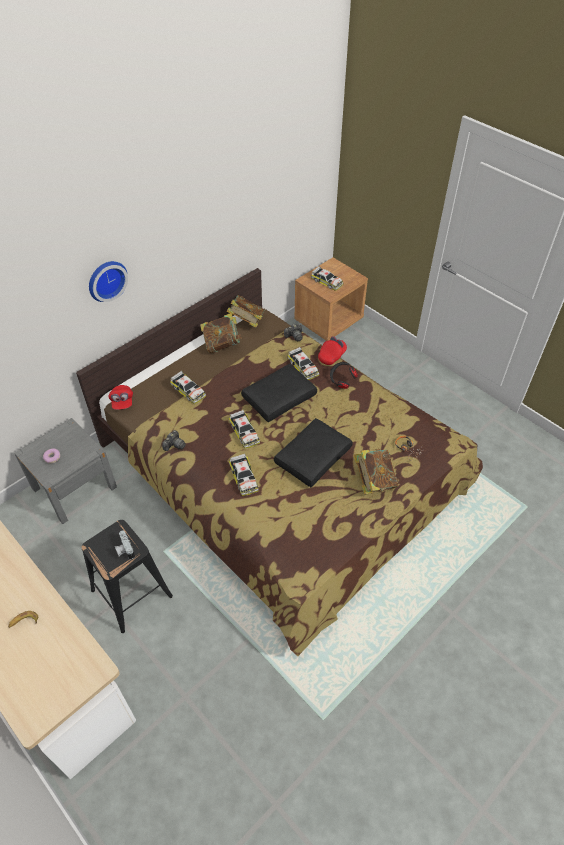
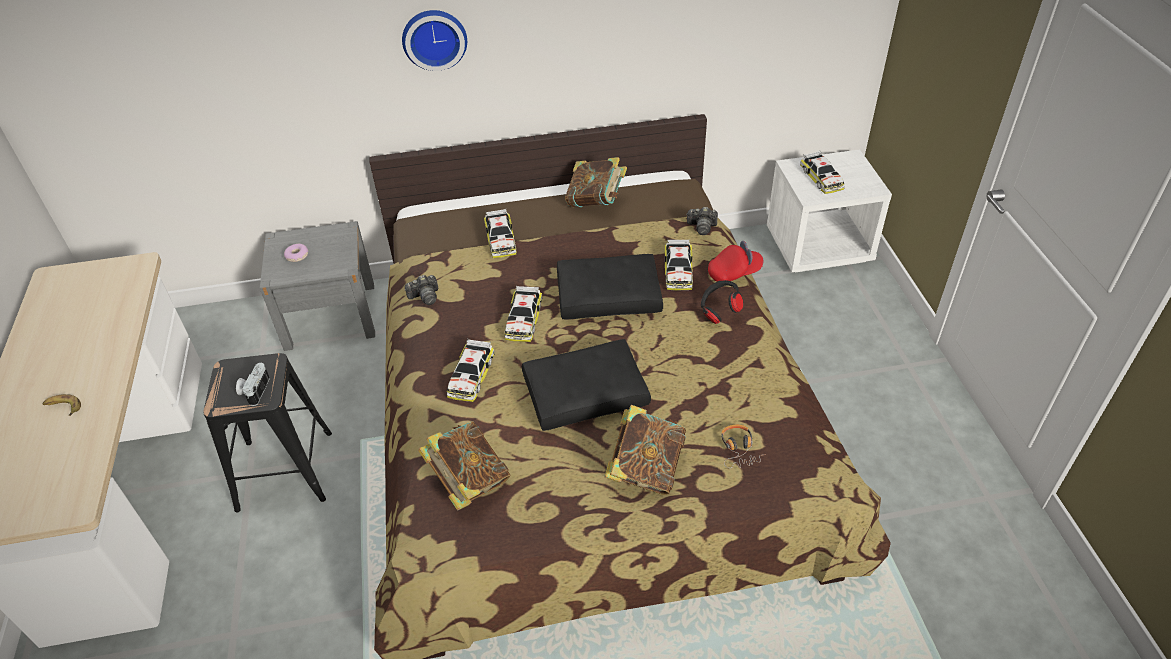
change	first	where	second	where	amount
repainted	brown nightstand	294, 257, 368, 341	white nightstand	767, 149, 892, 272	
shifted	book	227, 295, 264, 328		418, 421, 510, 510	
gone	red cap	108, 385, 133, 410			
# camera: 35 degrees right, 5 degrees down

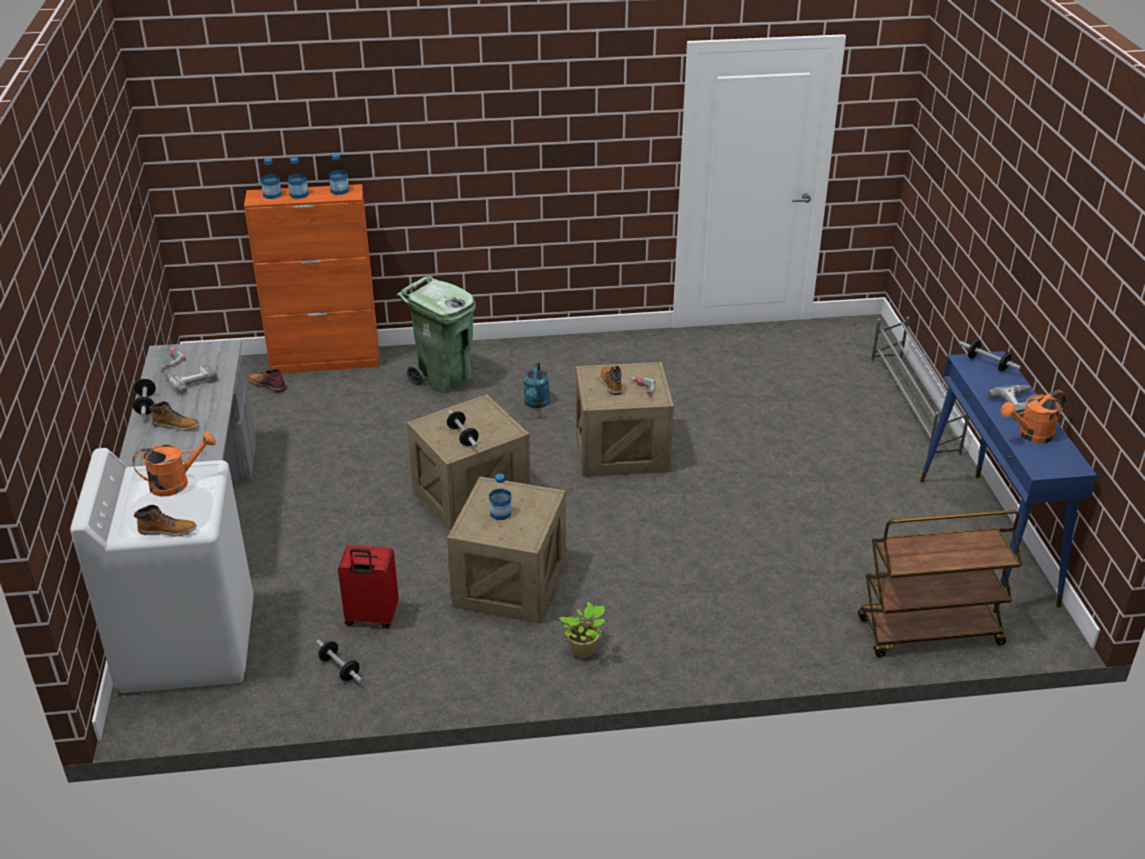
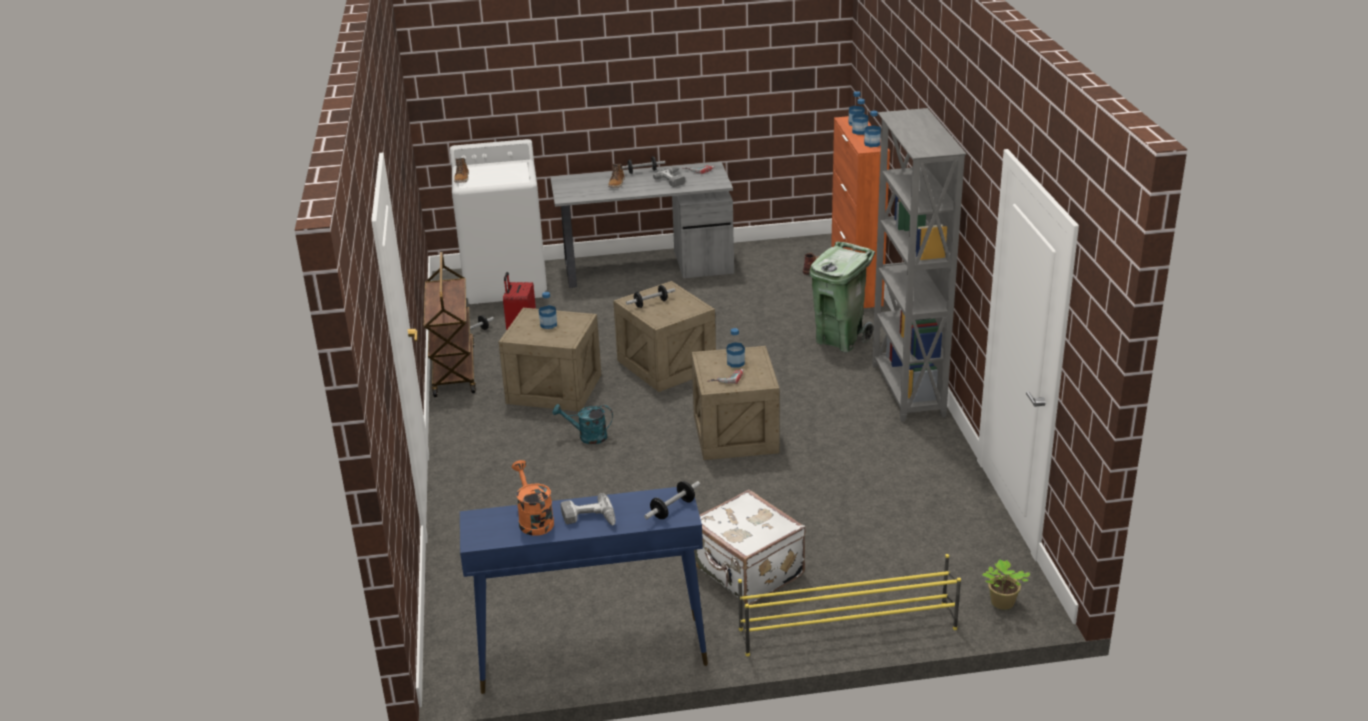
change	first	where	second	where	amount
repainted	grey shoe rack	871, 317, 969, 456	yellow shoe rack	738, 554, 961, 656	
shifted	turquoise watering can	523, 363, 550, 408		553, 404, 613, 444	
swapped	boot	600, 366, 622, 395	bottle	726, 328, 745, 368	
gone	orange watering can	133, 432, 216, 496			
shifted	brown cart	858, 510, 1022, 657		424, 252, 476, 397	
shifted	potted plant	559, 602, 605, 658		982, 559, 1030, 610	
new			grey bookcase	872, 108, 967, 422	
new			white suitcase	694, 489, 805, 605	
# camera: 90 degrees right, 5 degrees down

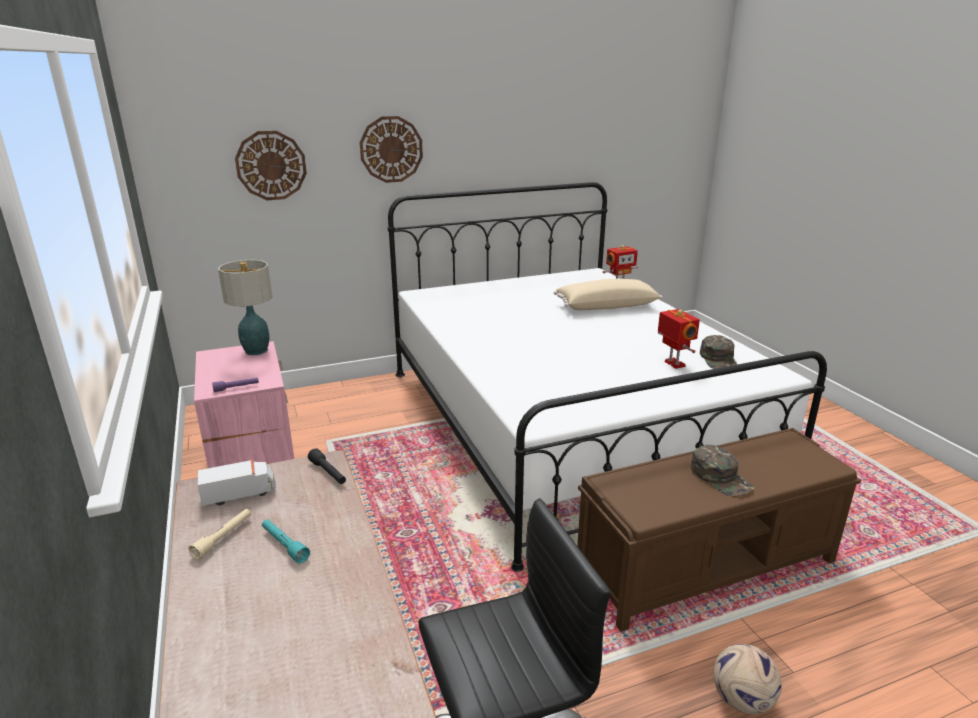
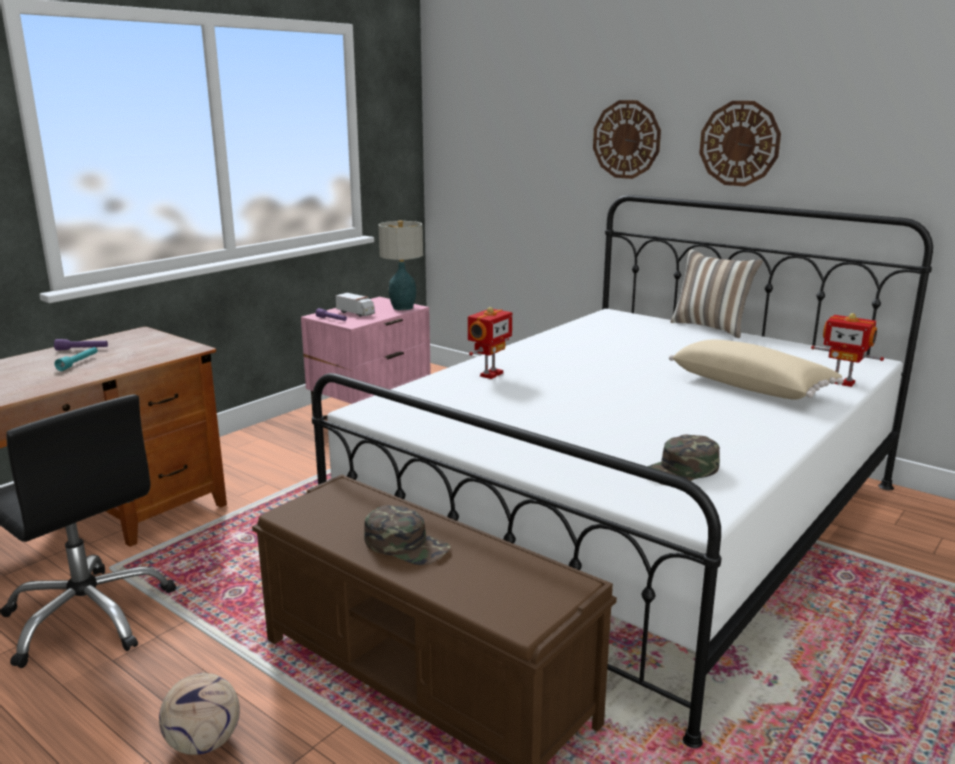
change	first	where	second	where	amount
shifted	wall clock	235, 131, 307, 200		699, 101, 781, 186	
shifted	toy robot	658, 309, 700, 369		468, 307, 512, 379	
rotated	green cap	691, 445, 754, 496		364, 505, 451, 565	90 degrees counterclockwise
gone	black flashlight	308, 448, 346, 484			
shifted	toy truck	198, 459, 276, 506		335, 293, 375, 317	
repainted	beige flashlight	188, 509, 251, 560	purple flashlight	54, 339, 108, 351	
new			pillow	671, 249, 763, 338	
# camera: 60 degrees right, 5 degrees down

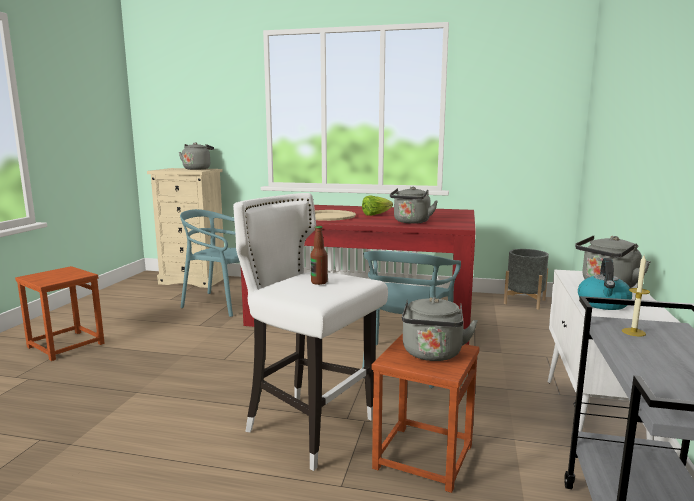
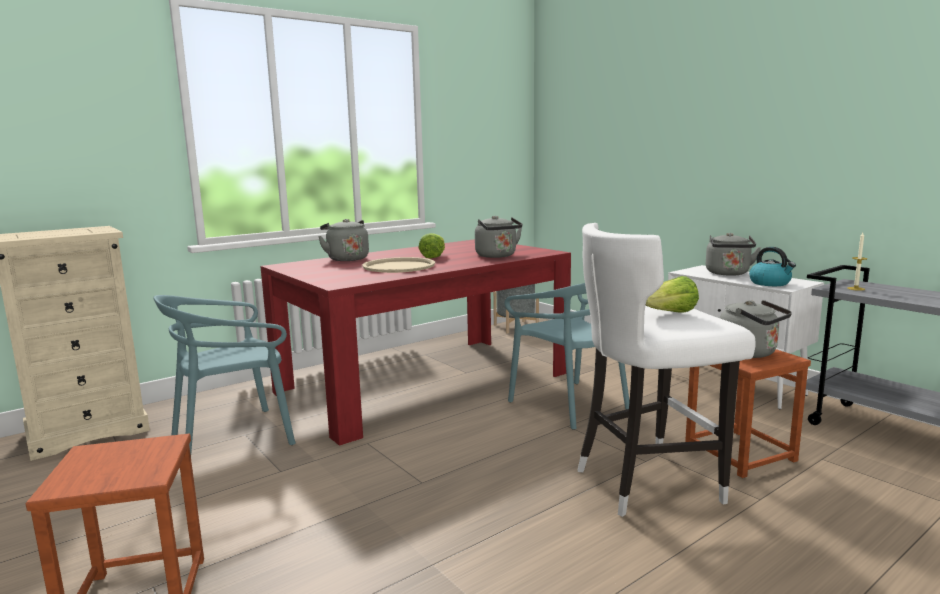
change	first	where	second	where	amount
shifted	grey kettle	179, 142, 214, 170		318, 219, 369, 261	
swapped	bottle	311, 226, 328, 285	lettuce	646, 276, 699, 313	
# camera: 50 degrees left, 0 degrees up

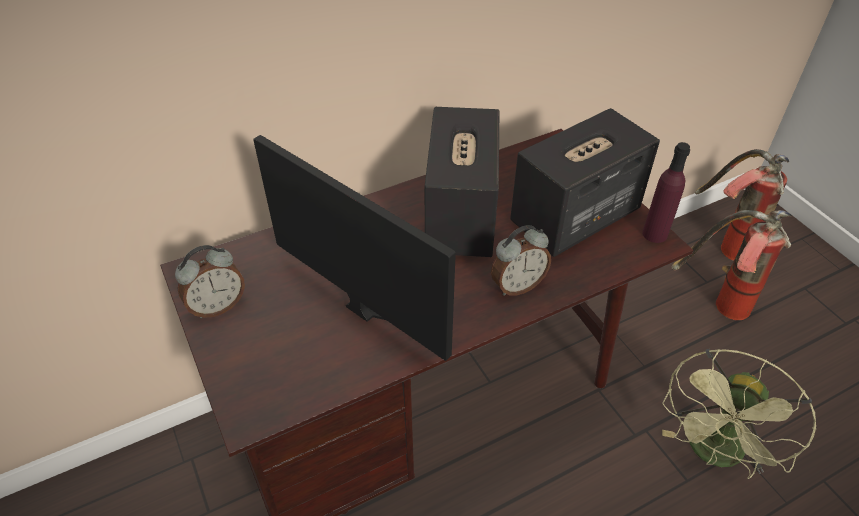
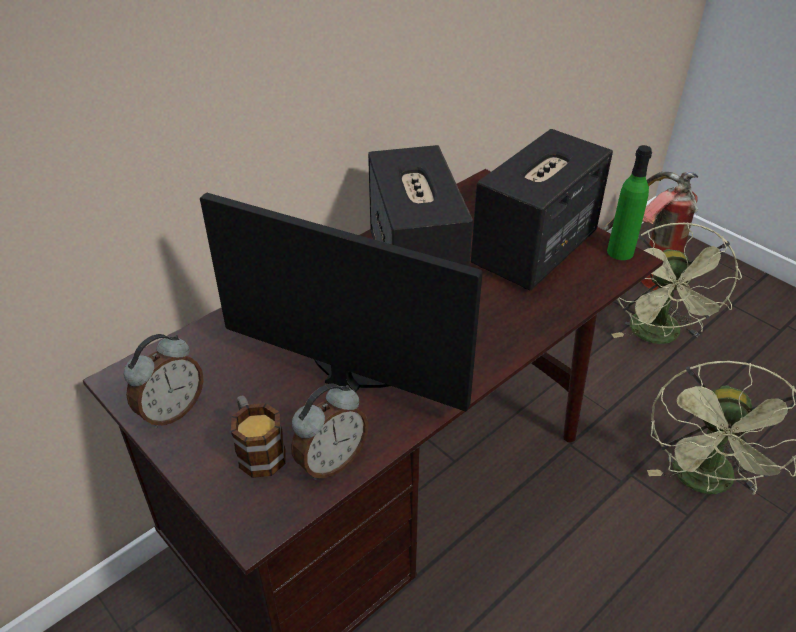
change	first	where	second	where	amount
repainted	purple bottle	642, 142, 690, 243	green bottle	607, 145, 652, 260	
swapped	fire extinguisher	672, 210, 792, 320	green fan	611, 222, 742, 344	
shifted	alarm clock	491, 225, 551, 296		291, 384, 368, 480	
new			mug	231, 395, 285, 478	
# camera: 15 degrees left, 5 degrees down

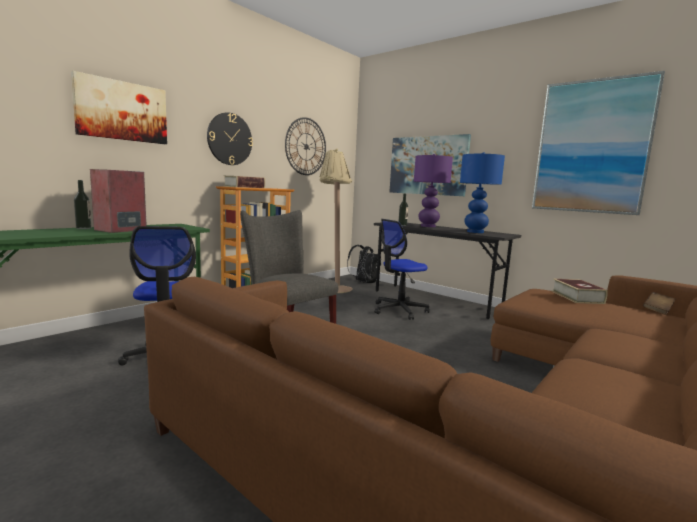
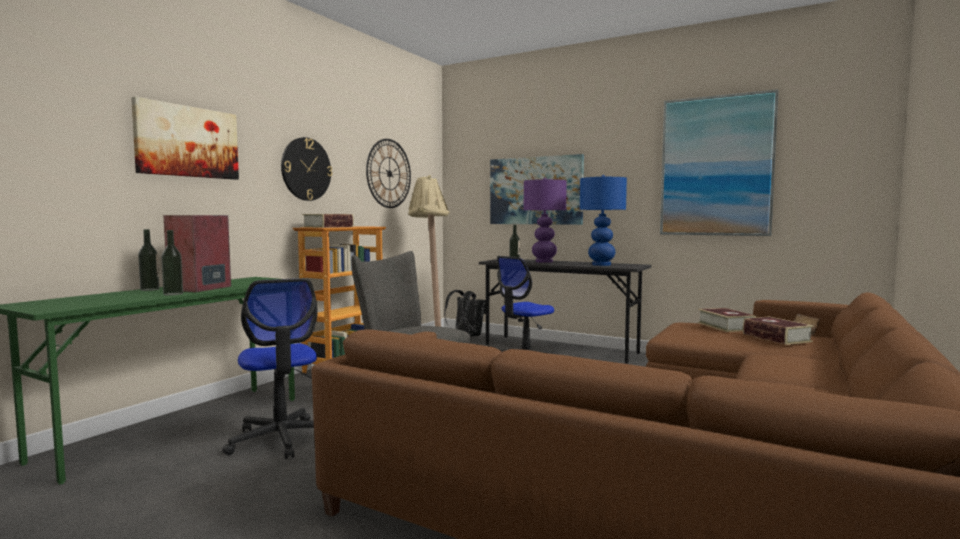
change	first	where	second	where	amount
new			bottle	161, 230, 183, 295	
new			book	743, 316, 814, 345	
# camera: 10 degrees left, 5 degrees down

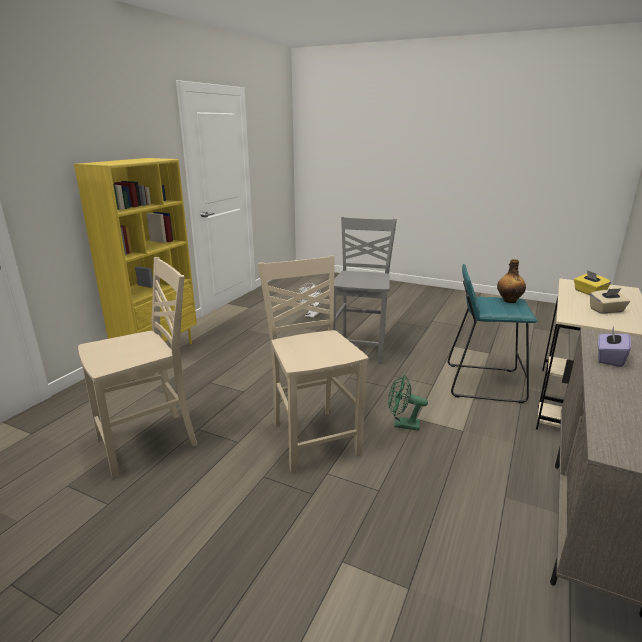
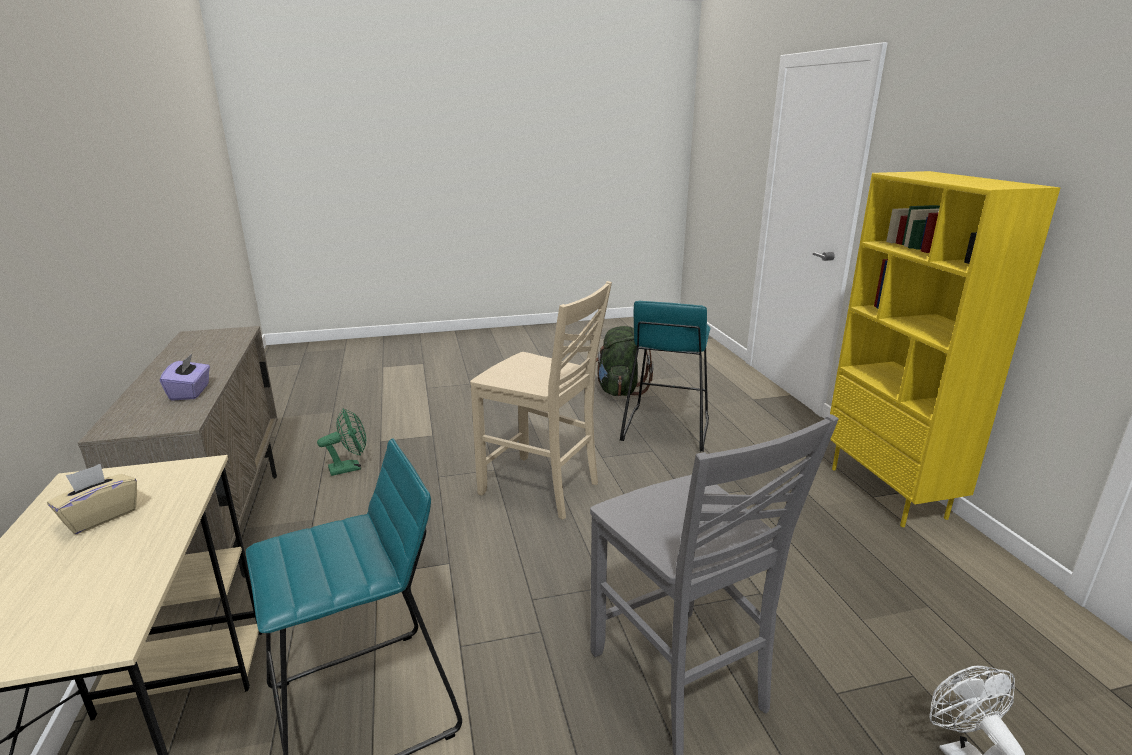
change	first	where	second	where	amount
swapped	beige chair	78, 257, 197, 478	turquoise stool	620, 301, 710, 452	
gone	bottle	497, 259, 526, 303			
gone	yellow tissue box	574, 270, 611, 295			
shifted	green fan	388, 375, 428, 431		317, 408, 366, 476	
new			green backpack	596, 326, 654, 396	
# camera: 140 degrees right, 0 degrees up

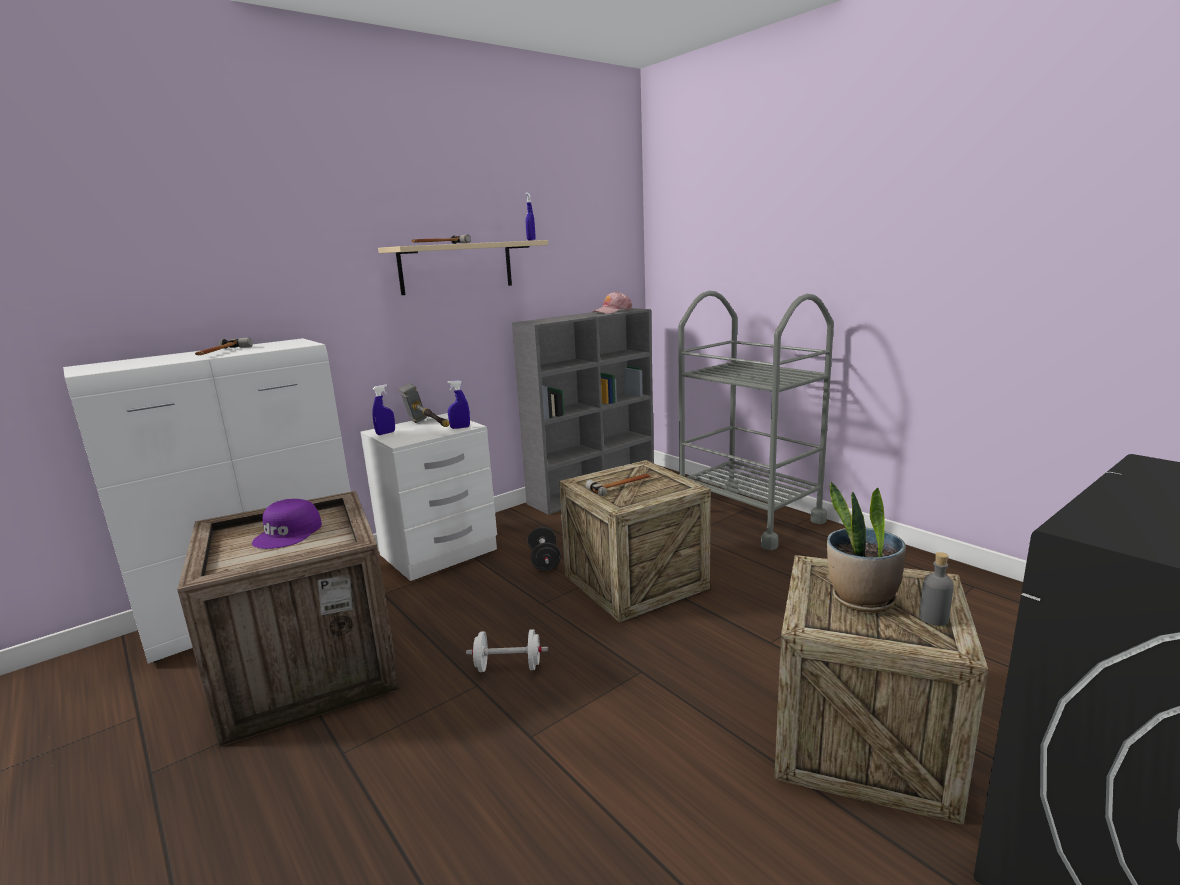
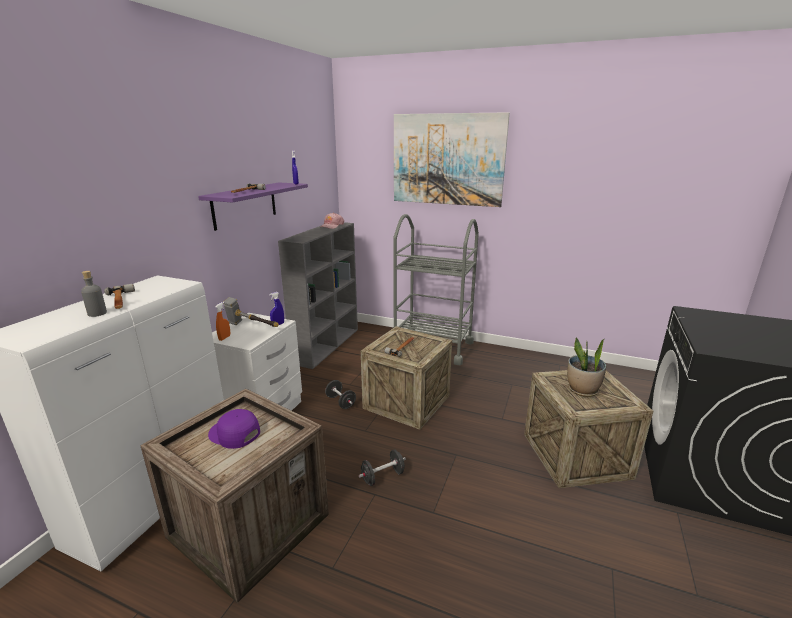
change	first	where	second	where	amount
repainted	beige shelf	378, 240, 548, 295	purple shelf	198, 183, 308, 231	
repainted	blue spray bottle	372, 384, 395, 435	orange spray bottle	215, 302, 230, 341	
rotated	purple cap	252, 499, 322, 549		208, 409, 260, 449	135 degrees clockwise
shifted	grey bottle	919, 552, 954, 626		81, 271, 107, 317	
repainted	white dumbbell	466, 629, 548, 672	black dumbbell	359, 449, 406, 486	
new			picture	394, 112, 510, 207	
# camera: 30 degrees left, 5 degrees up

